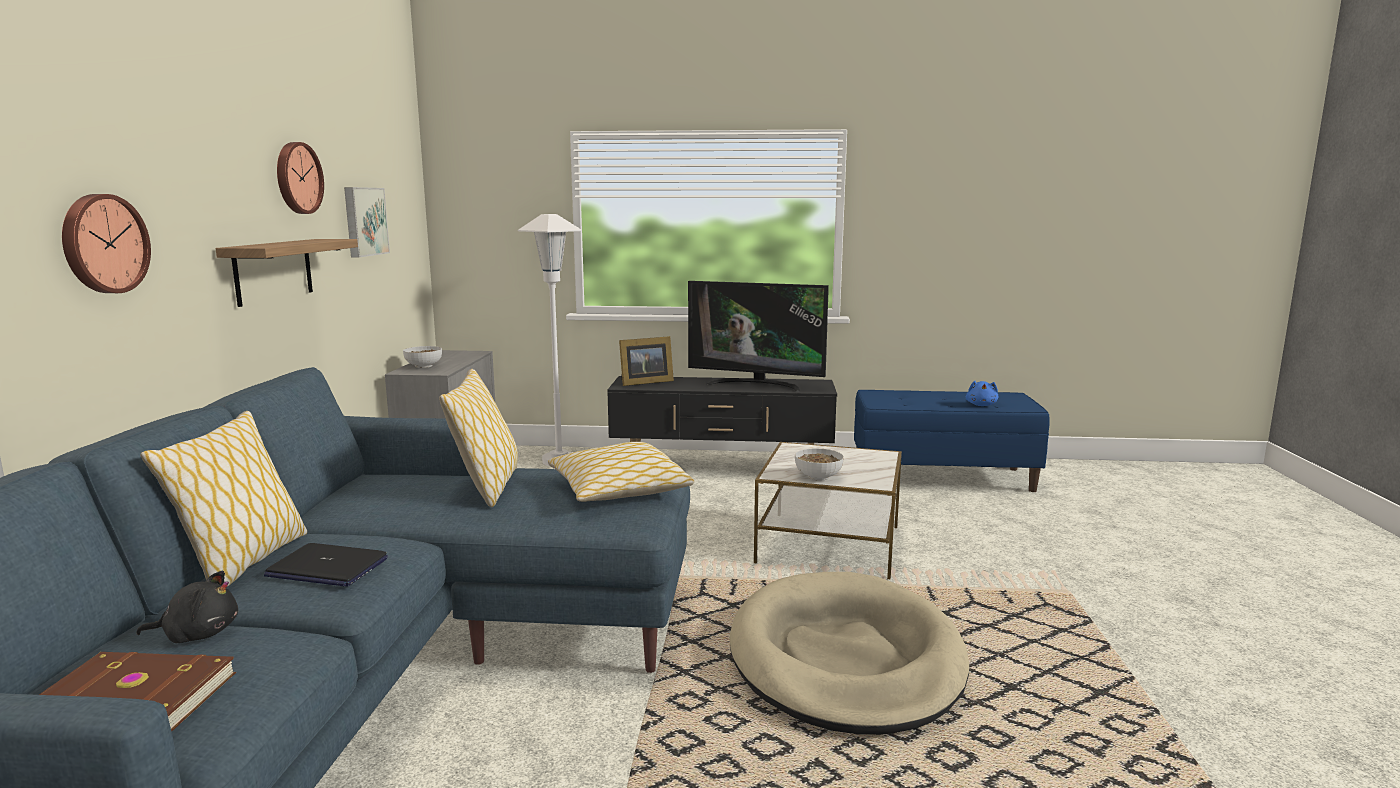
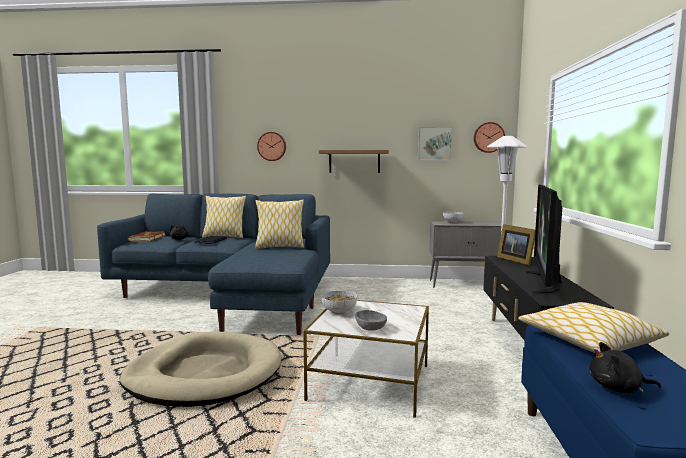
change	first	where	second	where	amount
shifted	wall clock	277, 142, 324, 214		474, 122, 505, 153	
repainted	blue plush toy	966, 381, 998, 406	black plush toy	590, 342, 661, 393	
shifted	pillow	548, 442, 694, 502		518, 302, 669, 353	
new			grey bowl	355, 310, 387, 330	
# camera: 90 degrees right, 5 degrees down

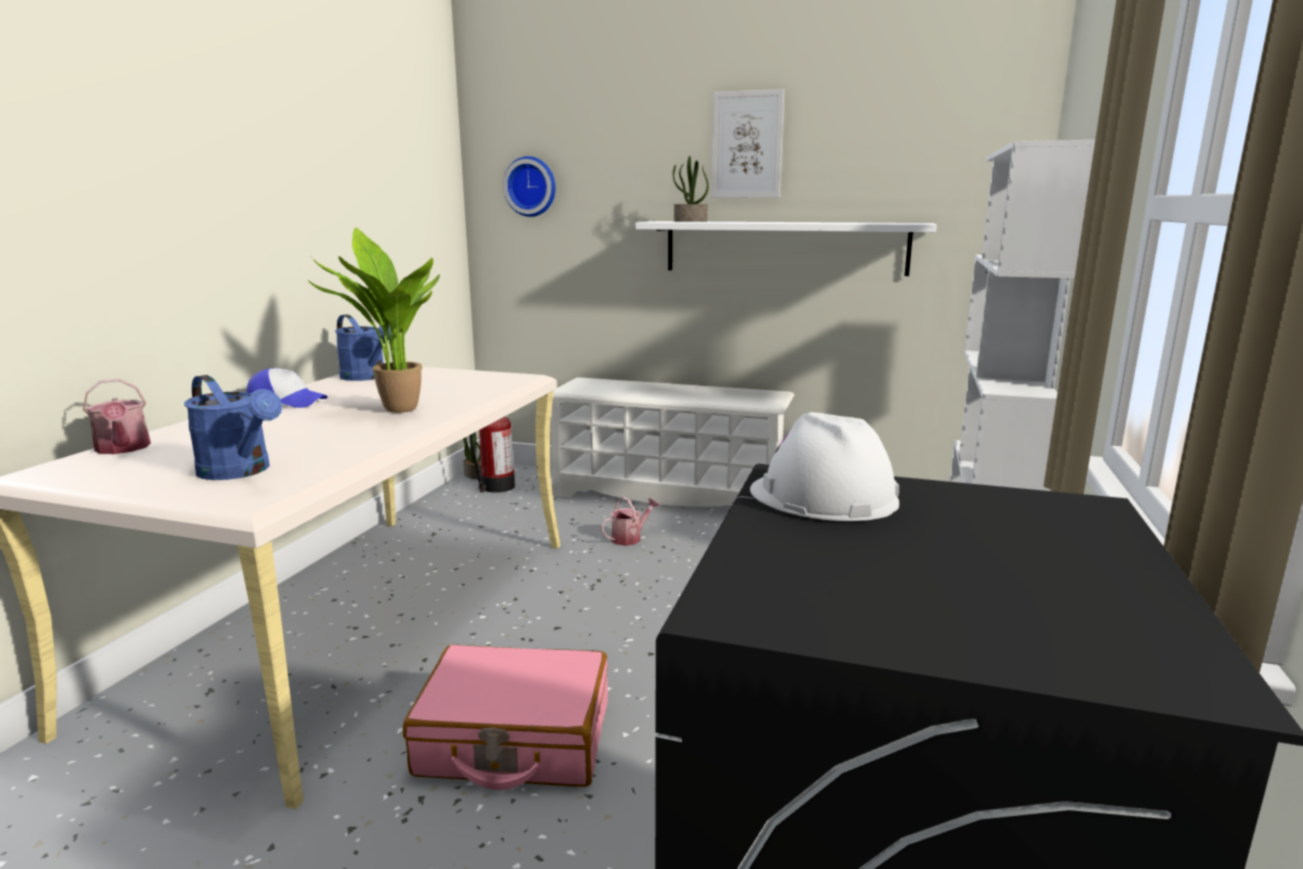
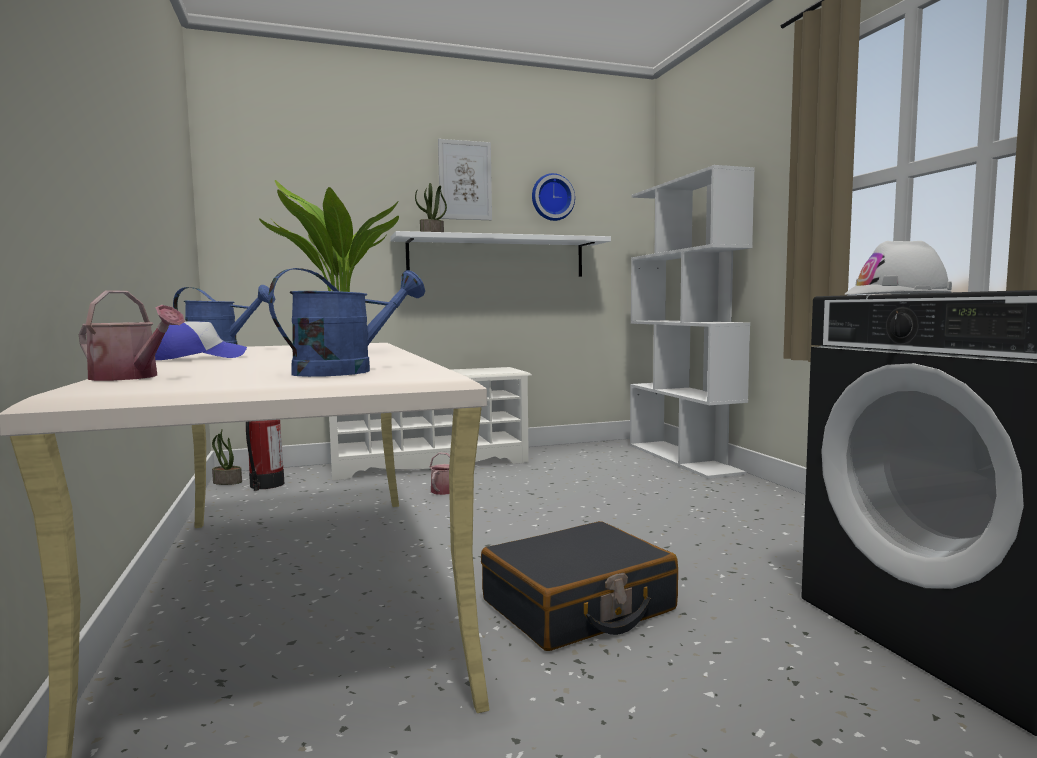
change	first	where	second	where	amount
shifted	wall clock	503, 156, 556, 217		532, 173, 575, 221	
rotated	blue watering can	184, 375, 282, 480		268, 268, 425, 377	45 degrees counterclockwise
repainted	pink suitcase	403, 644, 608, 790	black suitcase	481, 521, 678, 651	
# camera: 35 degrees left, 10 degrees down

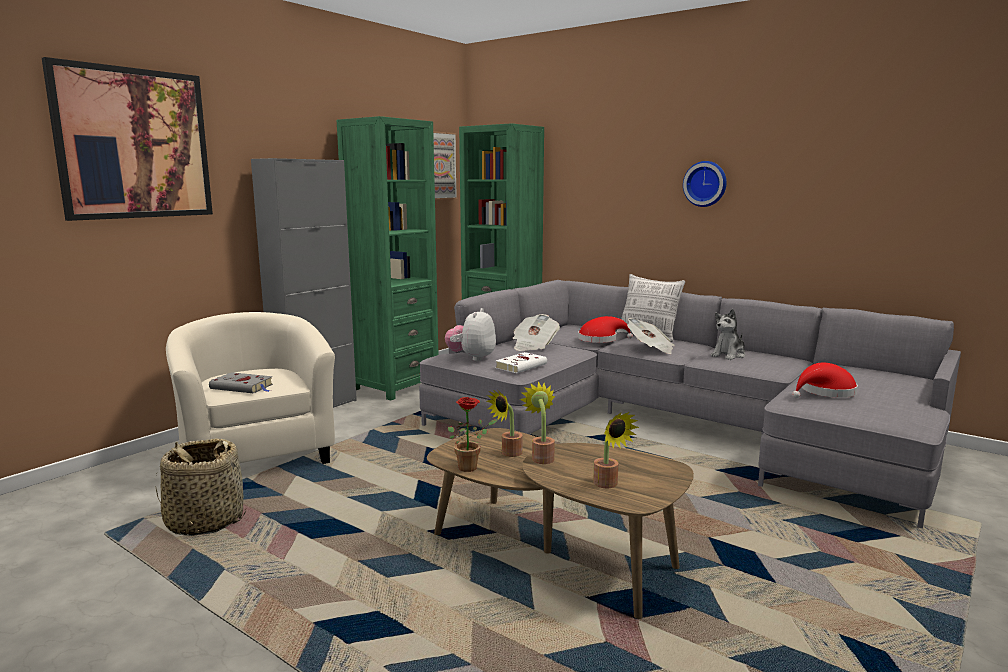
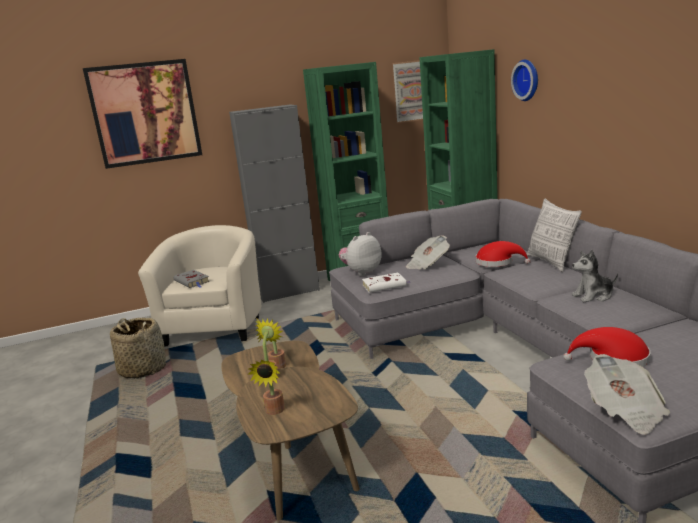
change	first	where	second	where	amount
shifted	wall clock	683, 161, 727, 207		511, 59, 538, 101	
shifted	newspaper	627, 318, 674, 354		584, 354, 670, 435	
gone	potted plant	448, 397, 498, 472			
# camera: 35 degrees right, 5 degrees up

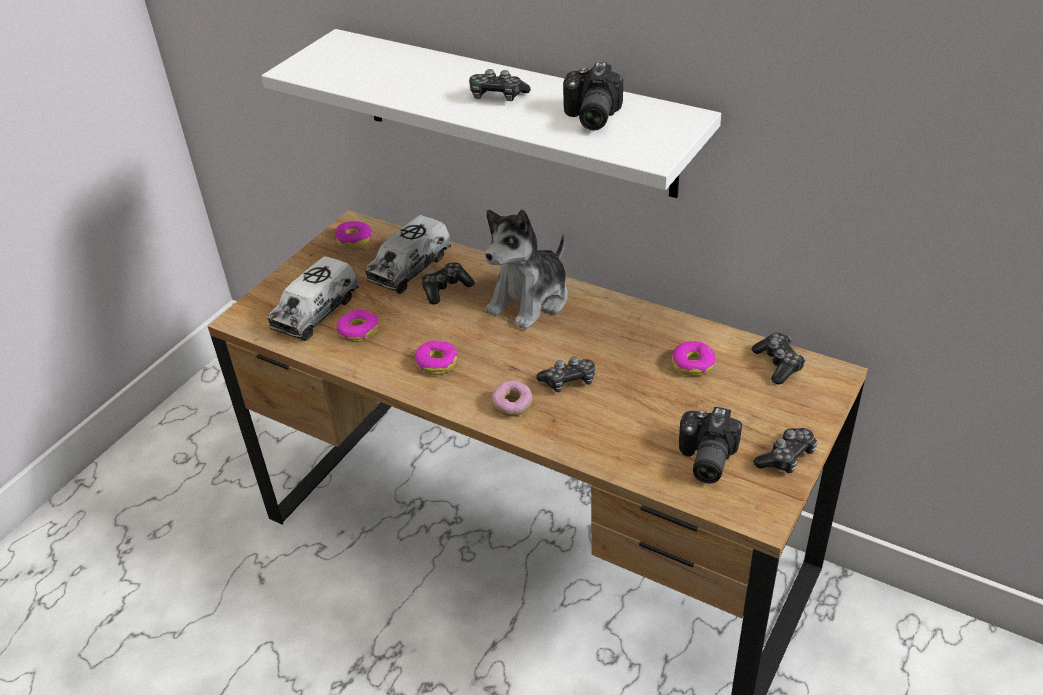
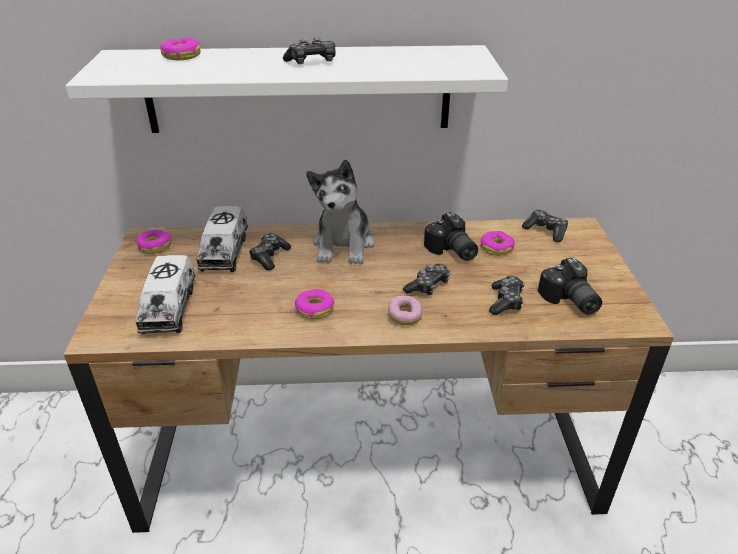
change	first	where	second	where	amount
shifted	photo camera	563, 62, 623, 130		424, 212, 478, 261	
shifted	donut	336, 310, 379, 342		160, 37, 201, 60	
shifted	game controller	754, 428, 818, 473		489, 276, 525, 315	
# camera: 35 degrees left, 5 degrees down

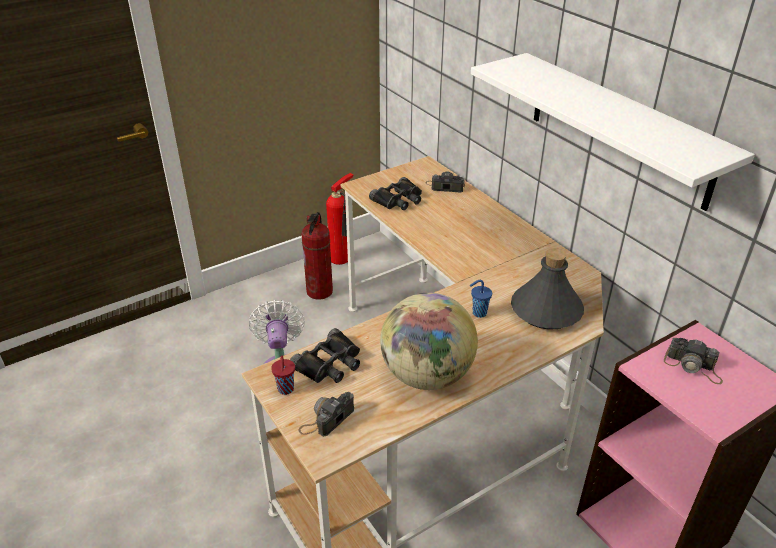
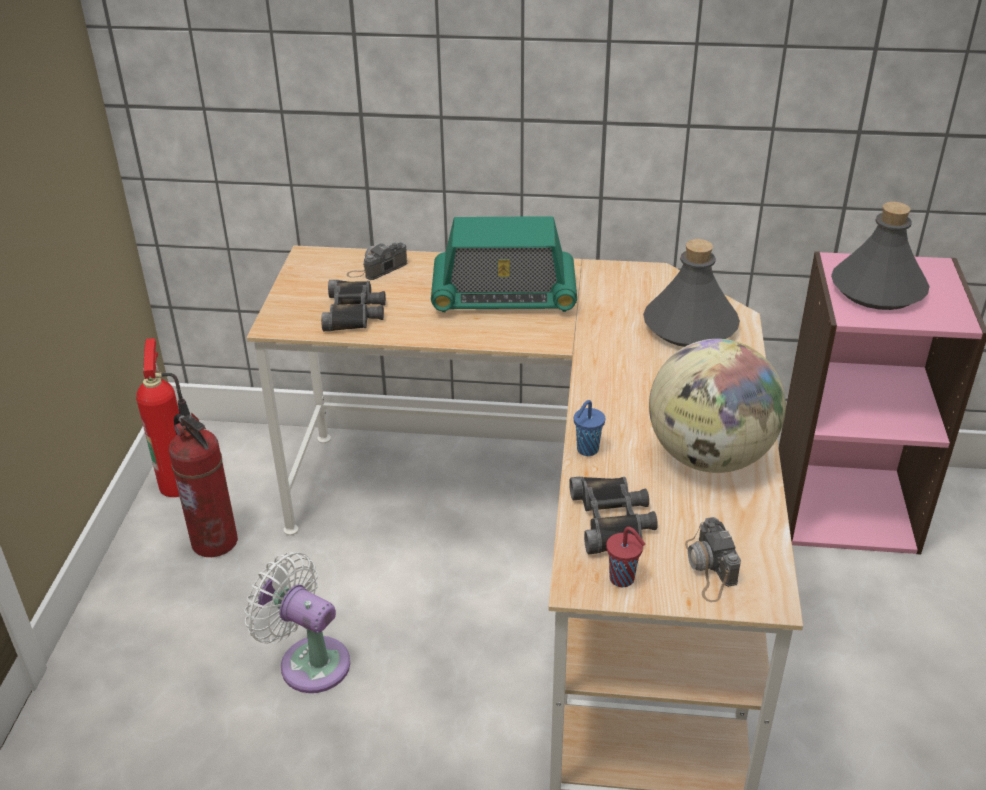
change	first	where	second	where	amount
gone	white shelf	471, 53, 755, 211			
shifted	blue cup	470, 280, 492, 318		574, 400, 605, 456	
swapped	photo camera	664, 338, 723, 384	grey bottle	831, 202, 930, 310	
new			radio	431, 216, 577, 312	
# camera: 50 degrees left, 0 degrees up

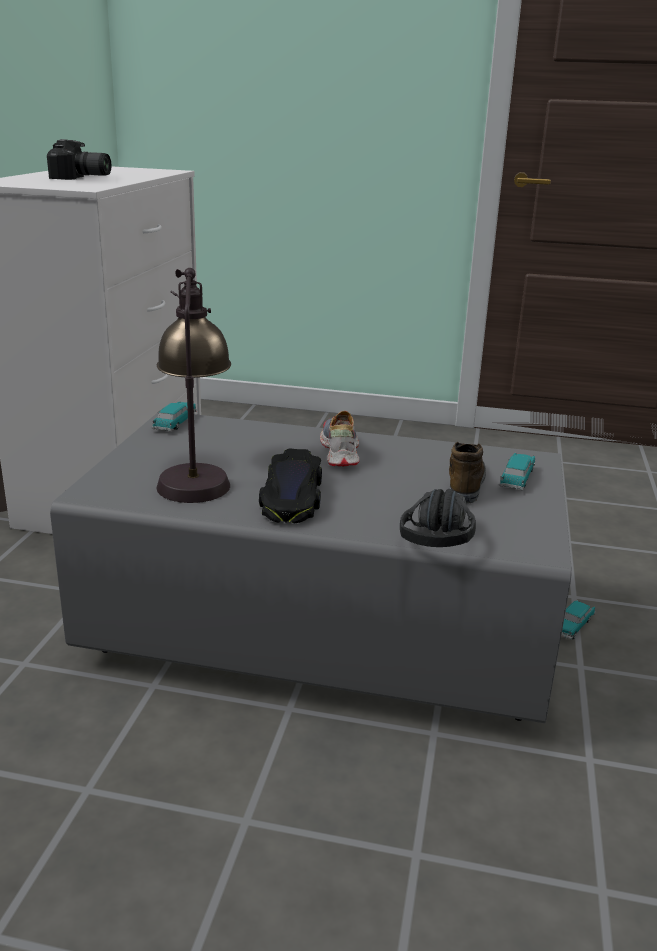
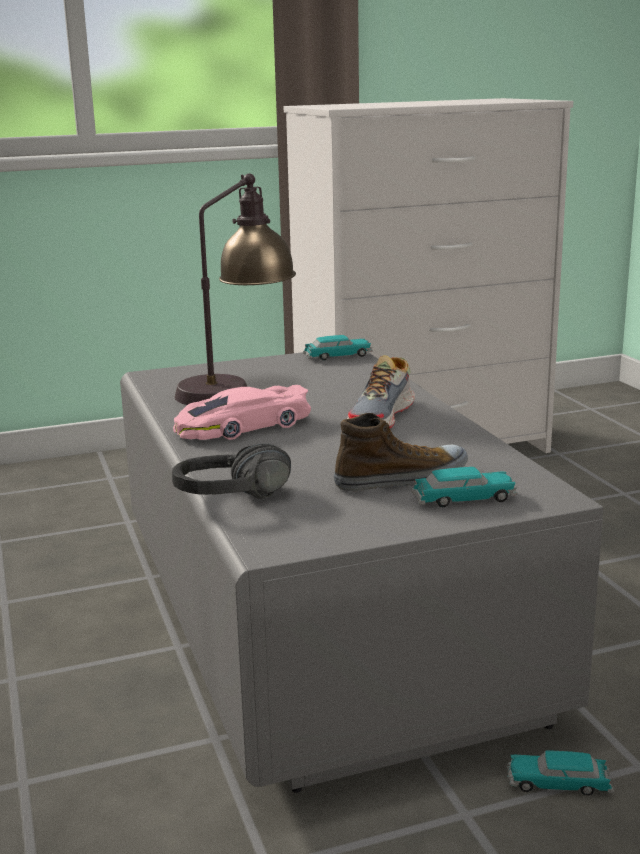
change	first	where	second	where	amount
gone	photo camera	47, 139, 111, 180			
rotated	shoe	320, 411, 359, 466		347, 355, 415, 428	150 degrees clockwise
repainted	black toy car	259, 449, 322, 523	pink toy car	173, 385, 311, 440	
# camera: 60 degrees right, 5 degrees down

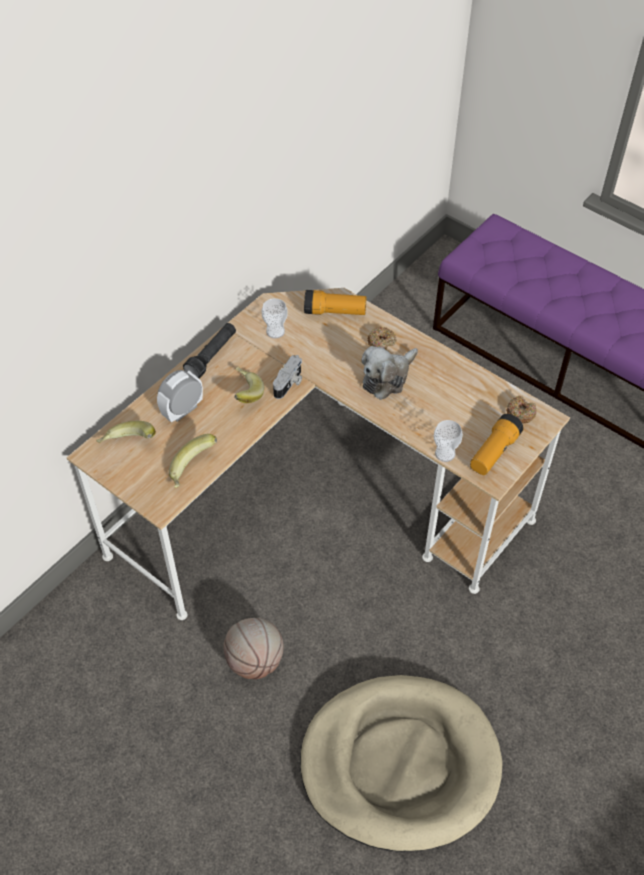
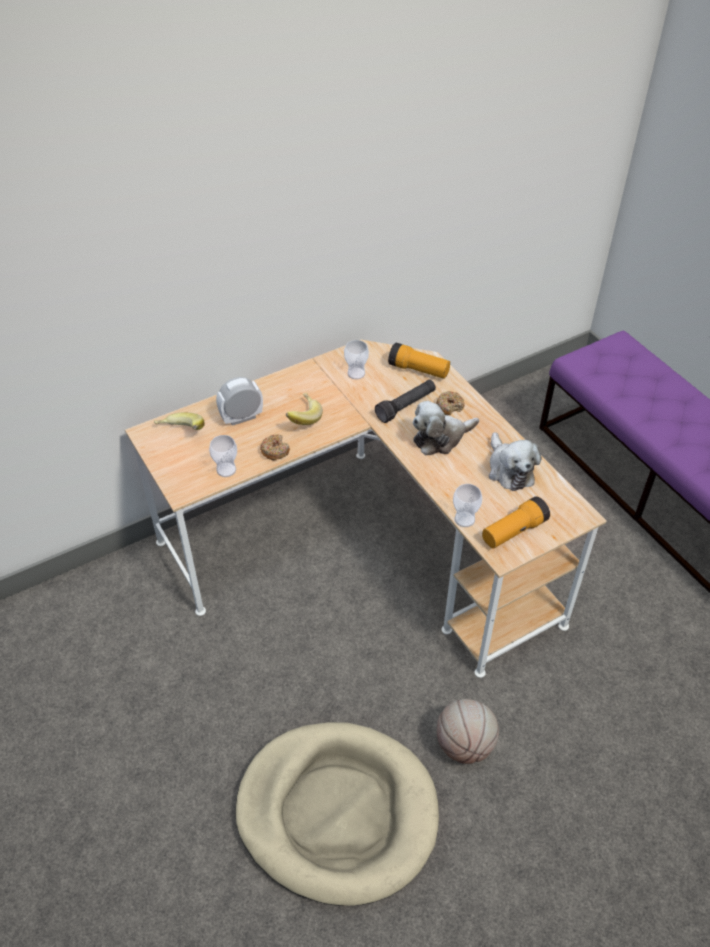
change	first	where	second	where	amount
shifted	black flashlight	183, 323, 236, 379		375, 380, 436, 423	
gone	photo camera	273, 355, 302, 399			
shifted	donut	506, 396, 536, 423		260, 434, 290, 460	
swapped	banana	169, 434, 217, 488	cup	209, 435, 237, 477	
shifted	basketball	224, 618, 283, 679		437, 699, 499, 764	
new			plush toy	489, 432, 541, 491	
# camera: 20 degrees right, 5 degrees down

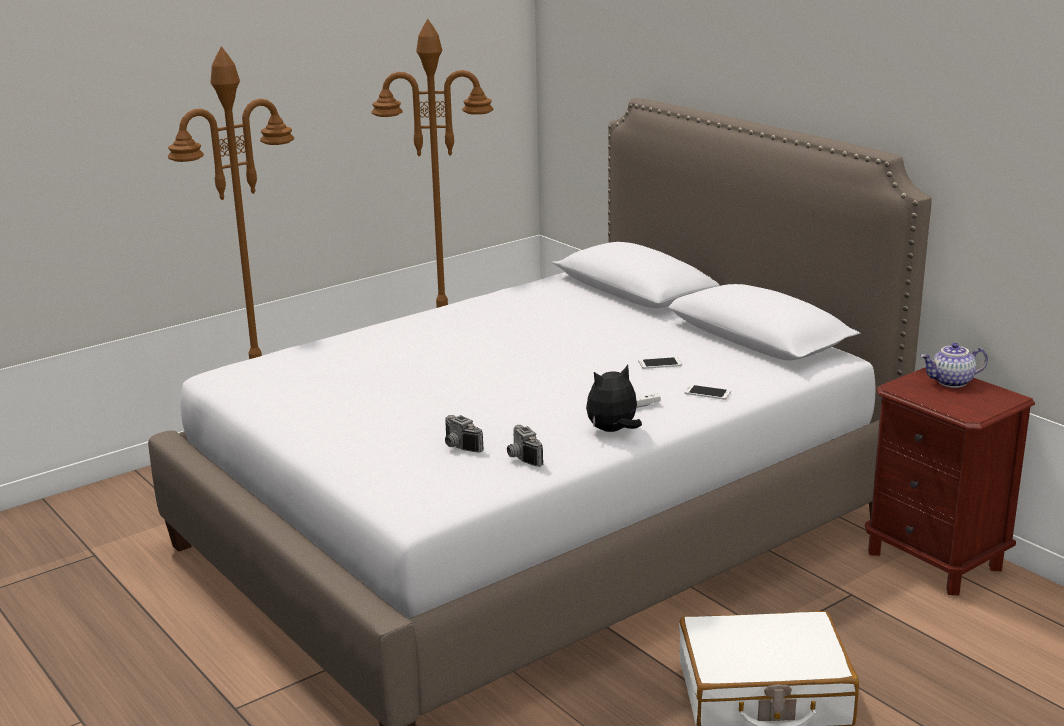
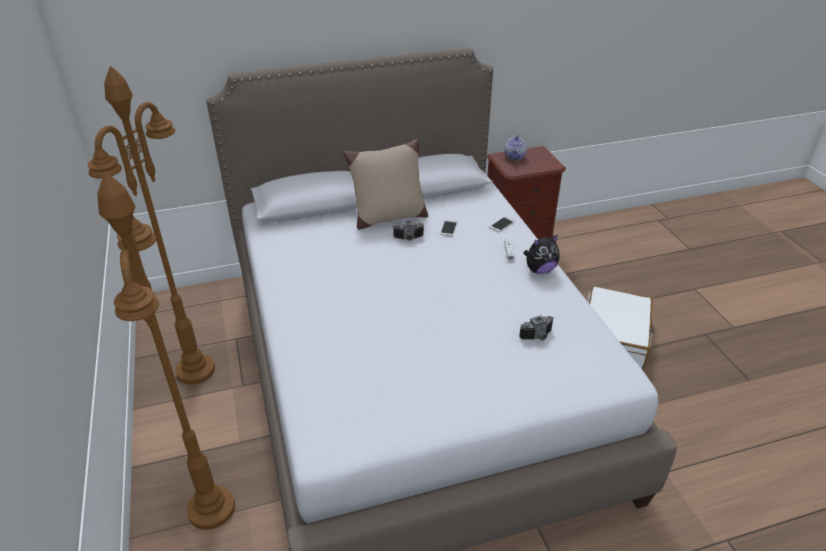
change	first	where	second	where	amount
rotated	plush toy	586, 365, 642, 432		524, 235, 559, 274	105 degrees counterclockwise
shifted	photo camera	507, 425, 543, 467		393, 221, 424, 241	
new			beige pillow	343, 139, 428, 229	
# camera: 70 degrees left, 15 degrees up

